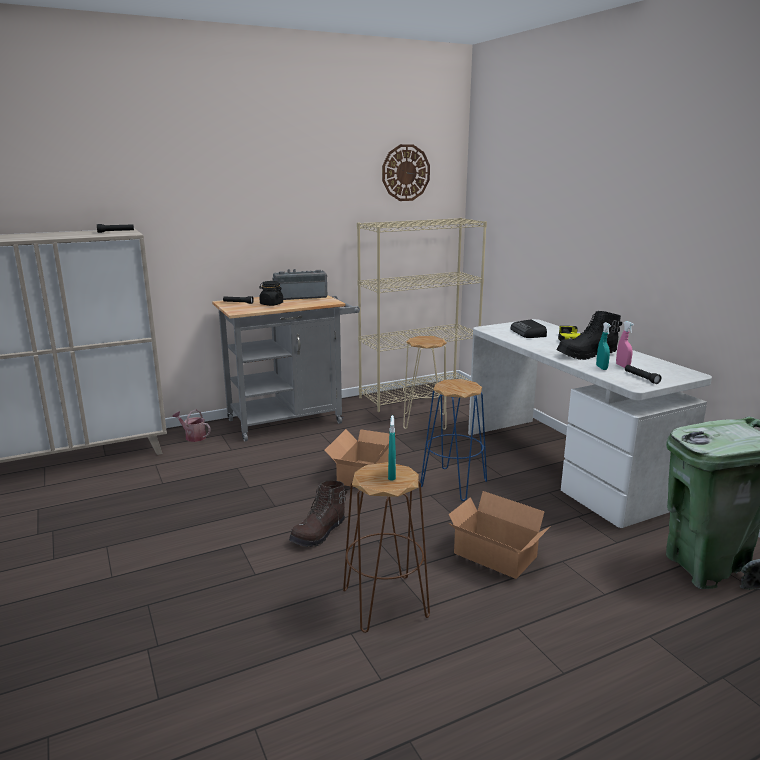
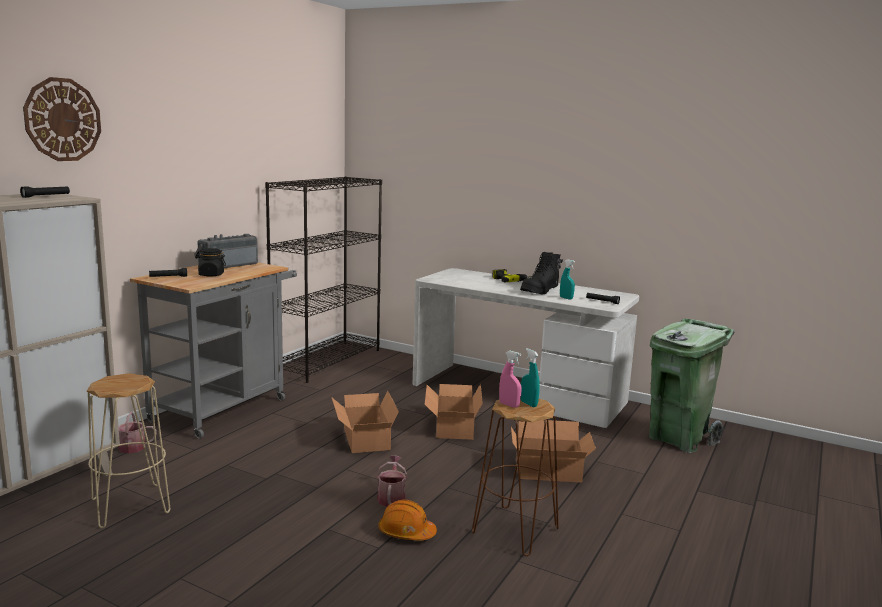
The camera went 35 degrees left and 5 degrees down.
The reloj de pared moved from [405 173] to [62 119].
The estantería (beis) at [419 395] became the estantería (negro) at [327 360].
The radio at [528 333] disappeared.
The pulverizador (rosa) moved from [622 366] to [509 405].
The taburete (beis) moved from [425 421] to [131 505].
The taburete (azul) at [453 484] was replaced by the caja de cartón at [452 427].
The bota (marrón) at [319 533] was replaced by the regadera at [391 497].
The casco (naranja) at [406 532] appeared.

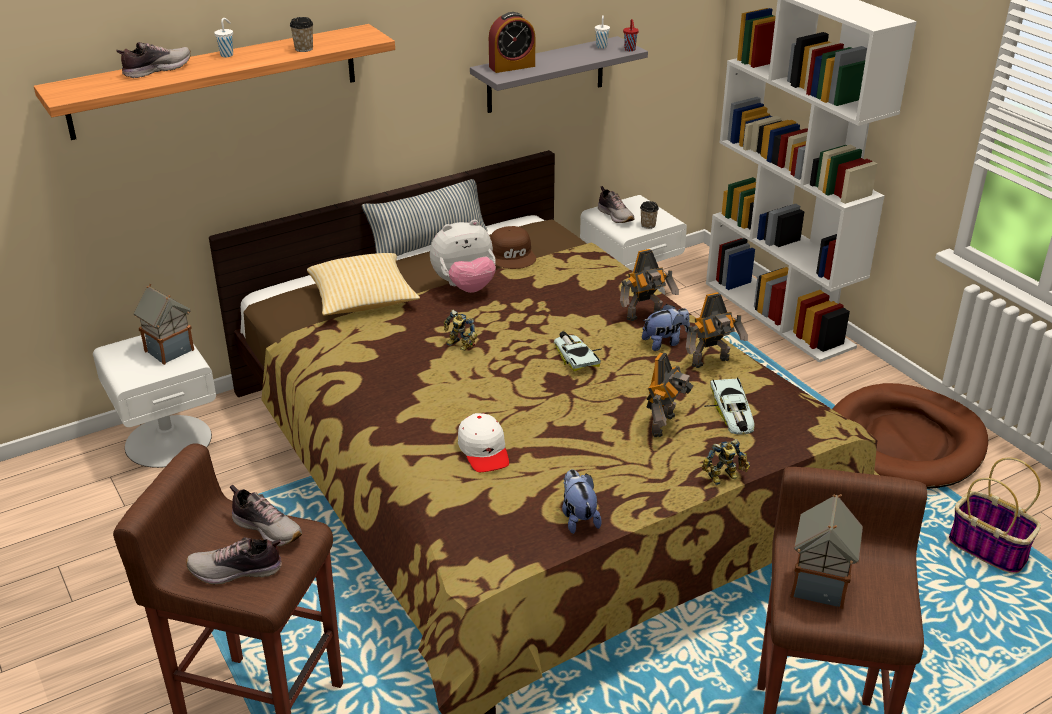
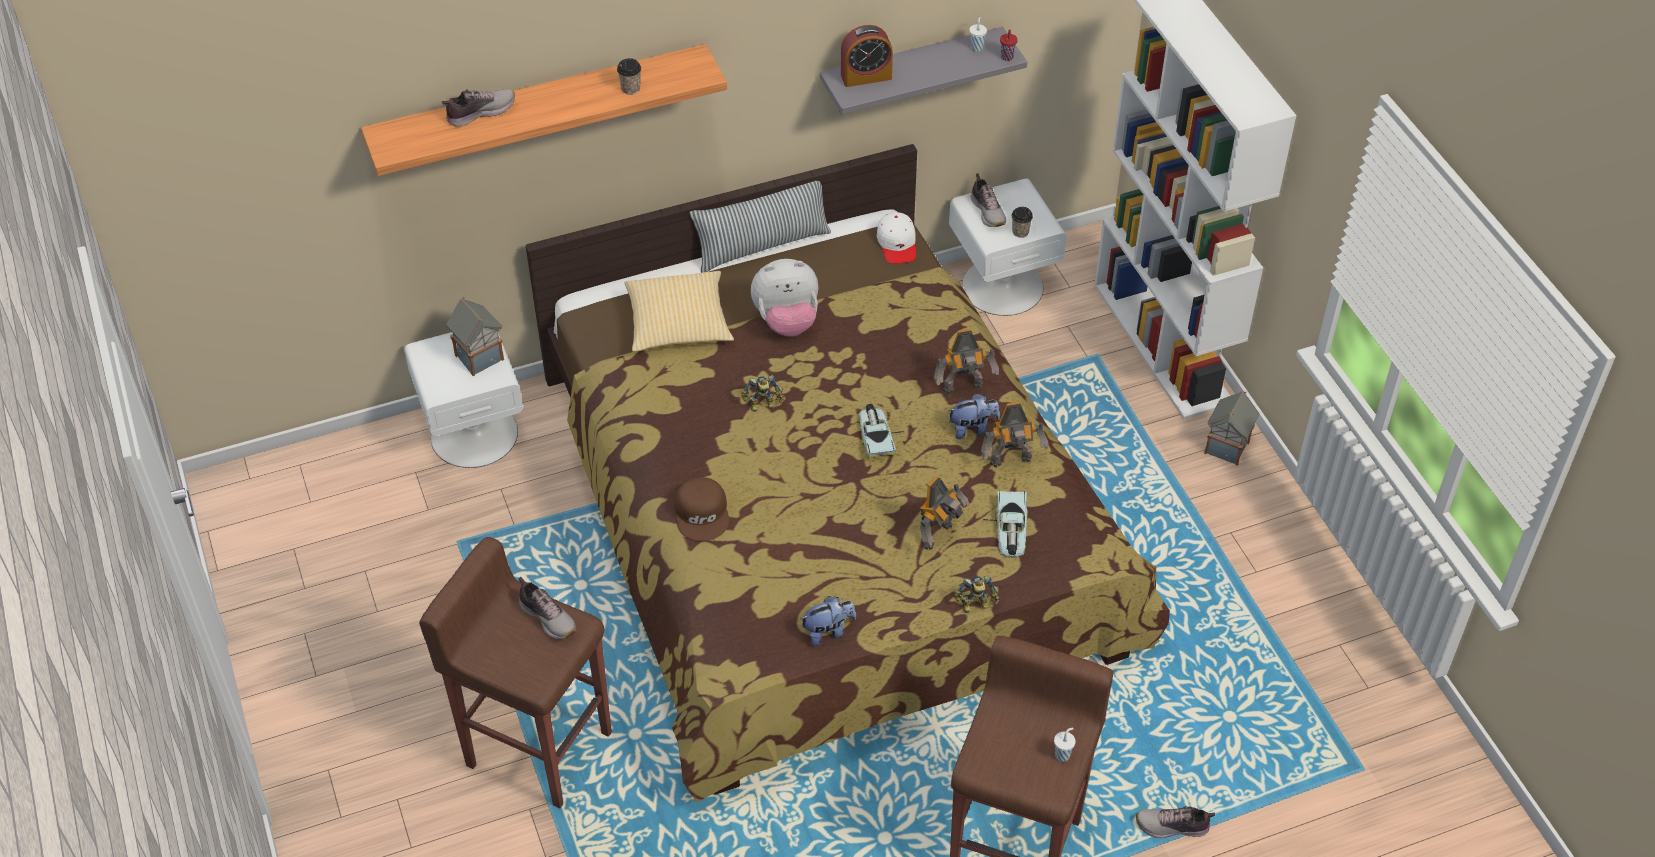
The camera went 10 degrees right and 15 degrees up.
The taza (blanco) moved from [227 55] to [1063 755].
The gorra (marrón) moved from [512 255] to [703 513].
The robot de juguete at [459 346] turned 60 degrees counterclockwise.
The cama para perro (marrón) at [904 442] disappeared.
The gorra (blanco) moved from [484 450] to [897 244].
The cesta at [989 549] disappeared.
The peluche at [578 518] turned 75 degrees clockwise.
The casita moved from [819 587] to [1226 449].
The zapato moved from [236 571] to [1172 827].

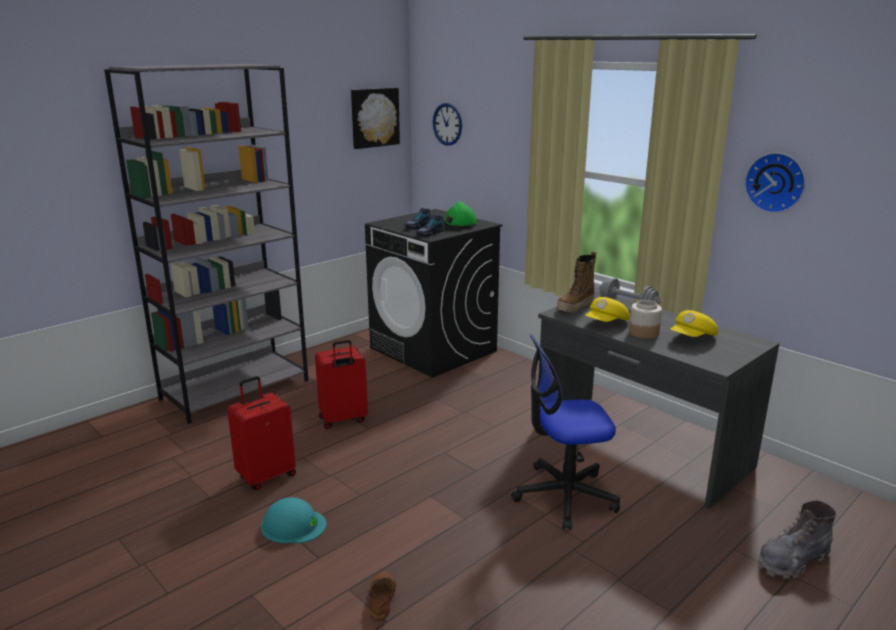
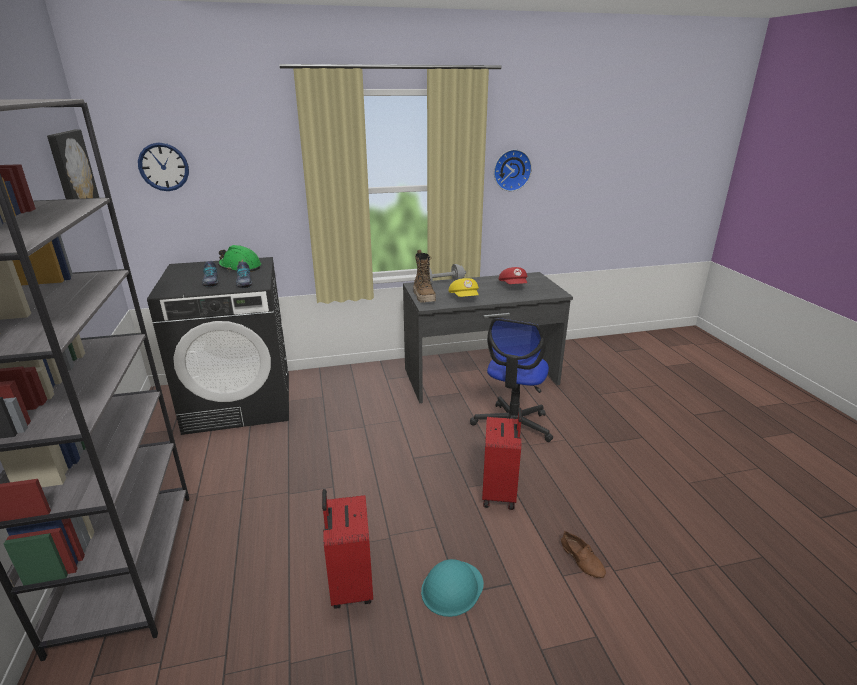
The camera went 60 degrees left and 5 degrees up.
The tarro at [643 333] disappeared.
The gorra (amarillo) at [693 338] became the gorra (rojo) at [513 286].
The maleta (rojo) moved from [343 420] to [500 493].
The bota (gris) at [792 560] disappeared.
The zapato (marrón) at [380 598] turned 150 degrees counterclockwise.

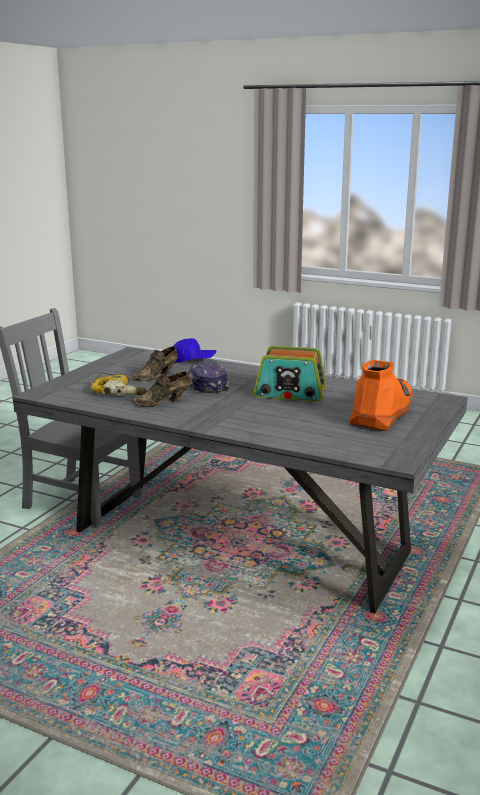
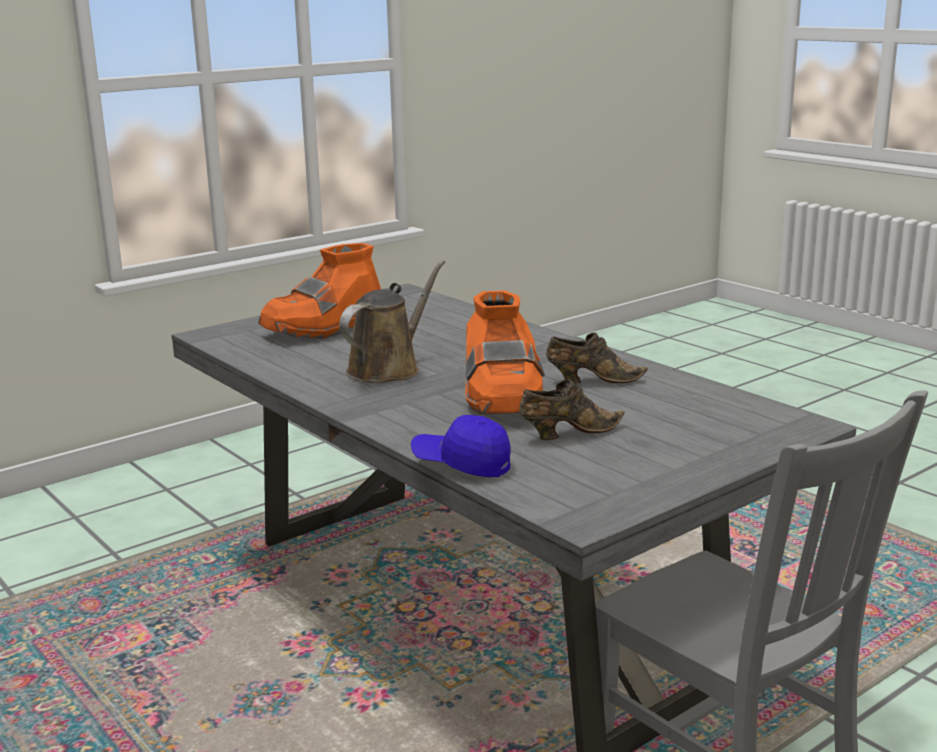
The camera went 155 degrees left and 0 degrees up.
The radio at [290 393] was replaced by the regadera (marrón) at [388 369].
The gorra at [205 386] was replaced by the bota (naranja) at [502 398].
The taladro at [121 391] disappeared.

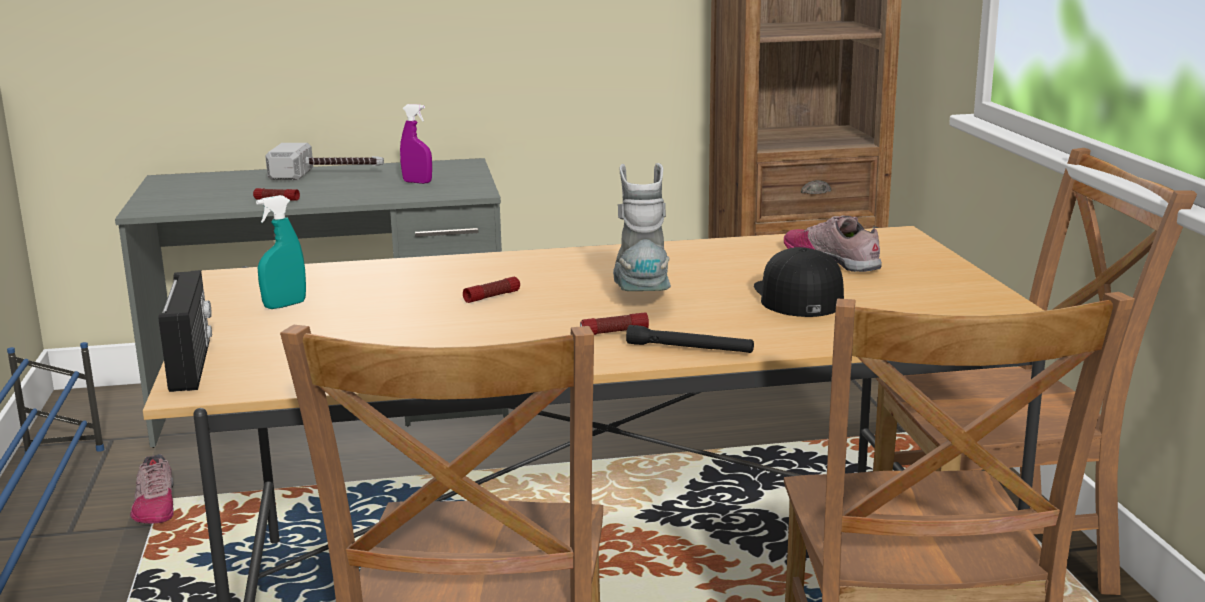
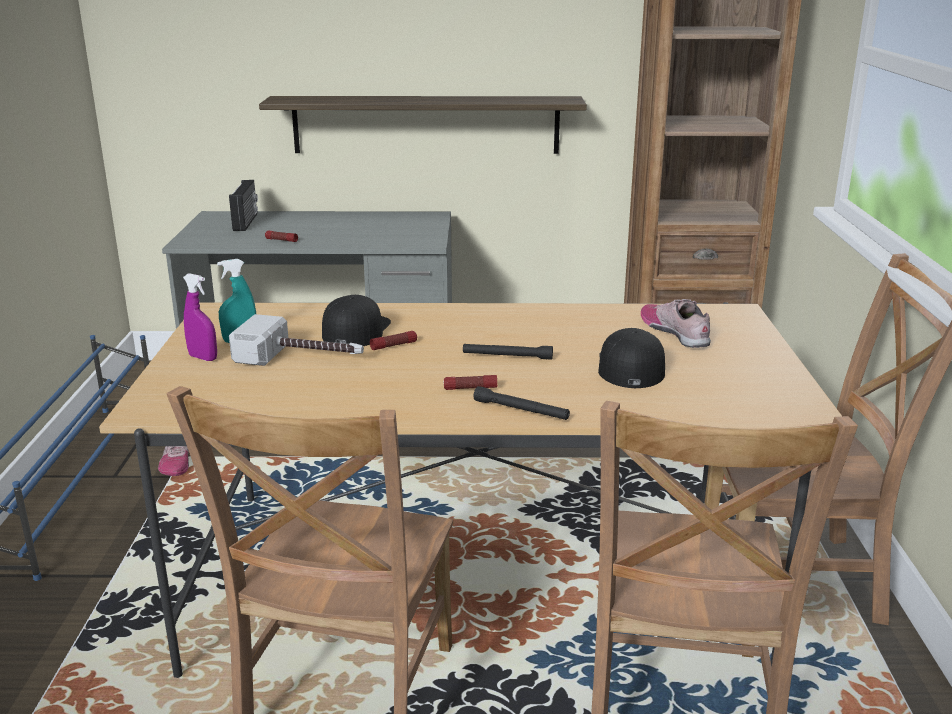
The camera went 10 degrees right and 5 degrees up.
The pulverizador (morado) moved from [417 182] to [203 358].
The martillo moved from [328 175] to [301 358].
The bota (gris) at [642 297] was replaced by the linterna (negro) at [507 356].
The radio moved from [193 364] to [246 222].
The estante at [426 124] appeared.
The gorra (negro) at [356 330] appeared.

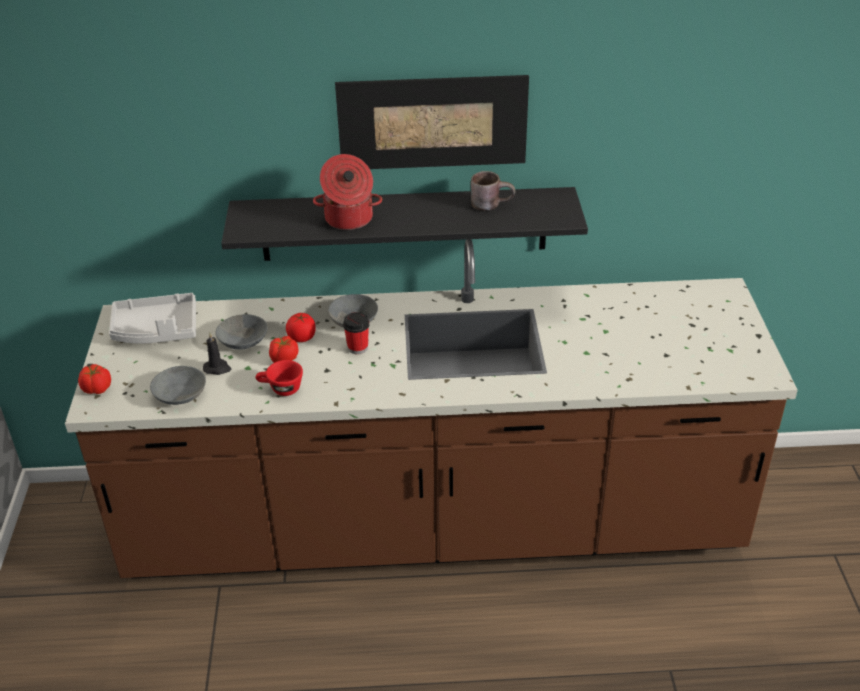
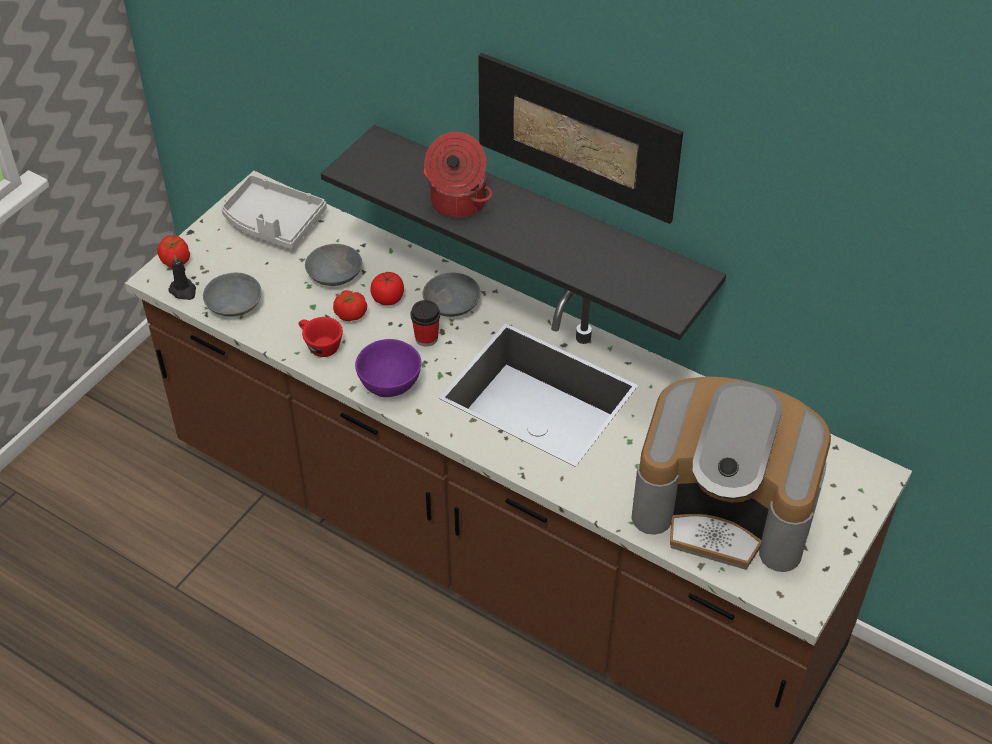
The camera went 35 degrees right and 10 degrees up.
The taza grande (marrón) at [491 204] disappeared.
The vela (negro) moved from [217 368] to [183 291].
The cuenco (morado) at [391 386] appeared.
The cafetera at [725 508] appeared.

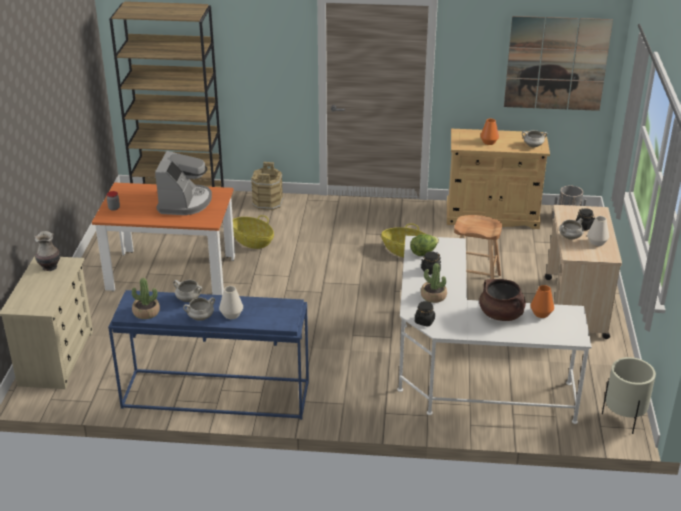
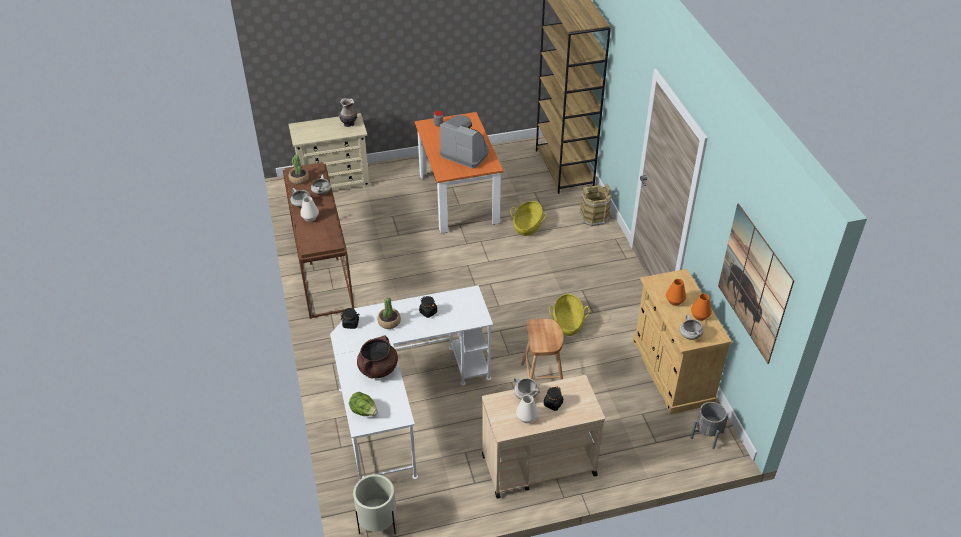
The camera went 70 degrees right and 10 degrees up.
The cafetera at [184 202] turned 135 degrees counterclockwise.
The lechuga moved from [424 252] to [364 411].
The florero (naranja) moved from [541 313] to [700 316].
The mesa consola (azul) at [214 395] became the mesa consola (marrón) at [321 267].

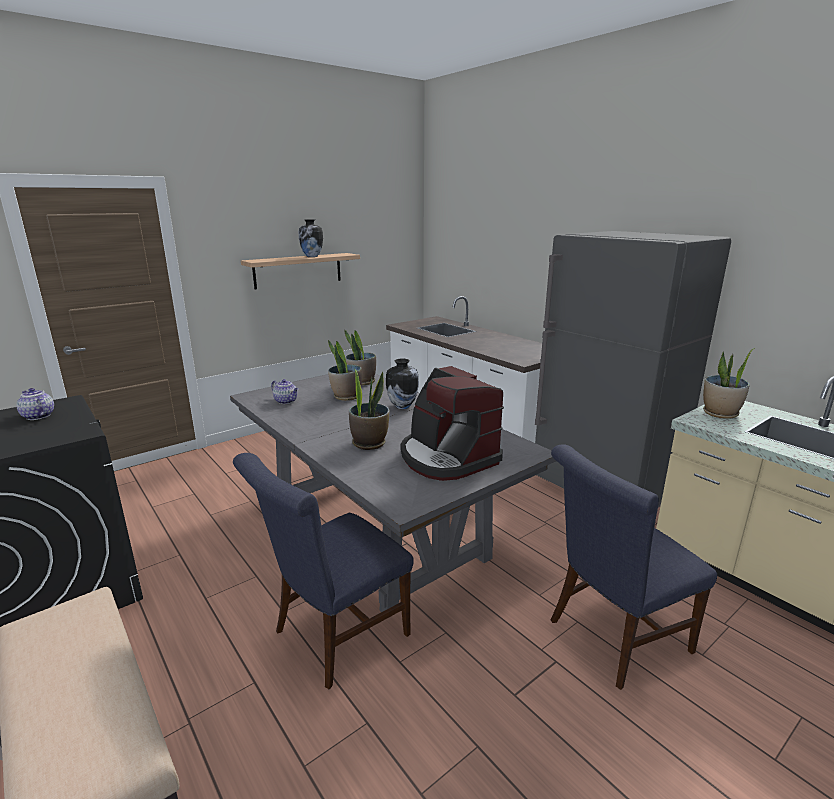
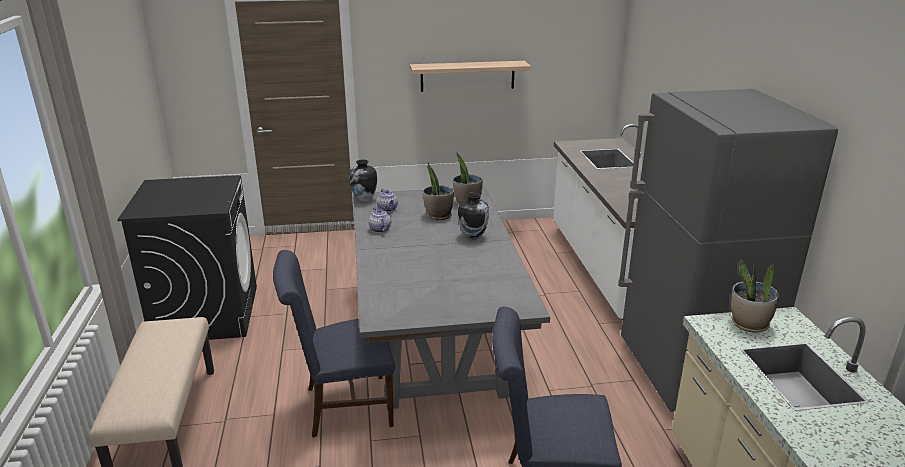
The camera went 30 degrees right and 5 degrees up.
The florero moved from [312 256] to [364 200].
The cafetera at [447 457] disappeared.
The planta en maceta at [369 443] disappeared.
The tetera moved from [38 416] to [380 229].

